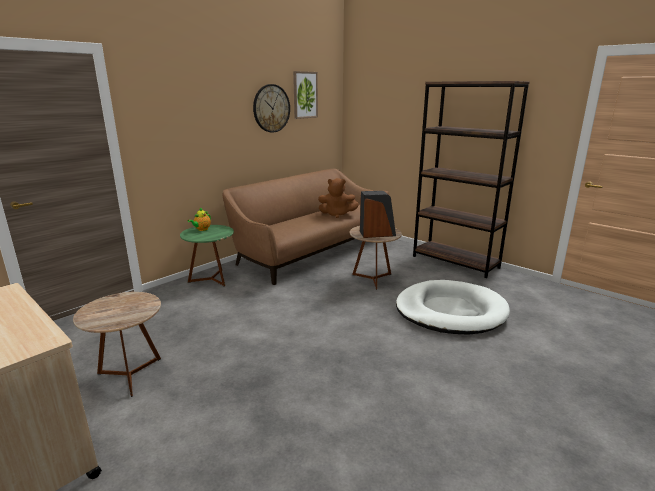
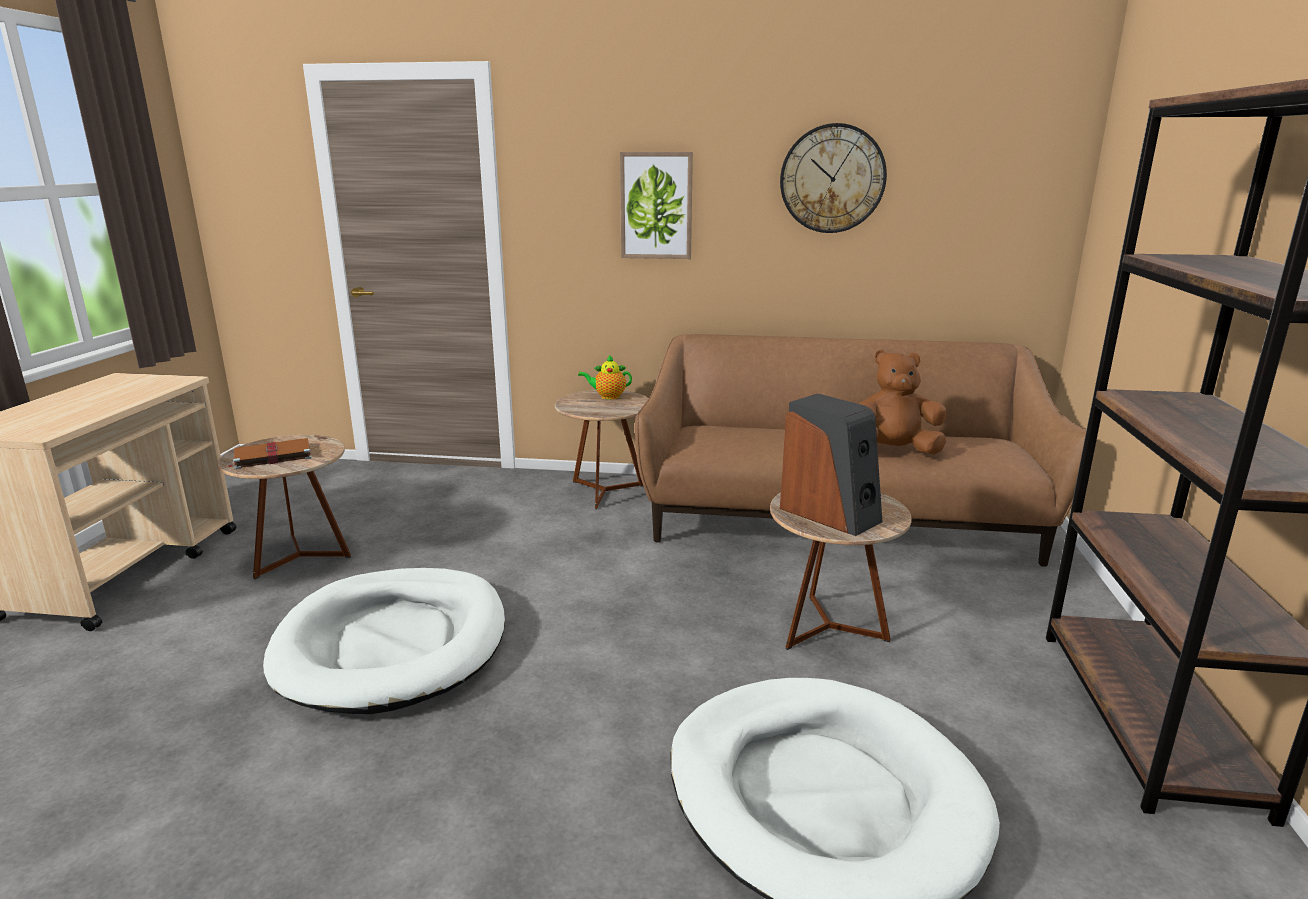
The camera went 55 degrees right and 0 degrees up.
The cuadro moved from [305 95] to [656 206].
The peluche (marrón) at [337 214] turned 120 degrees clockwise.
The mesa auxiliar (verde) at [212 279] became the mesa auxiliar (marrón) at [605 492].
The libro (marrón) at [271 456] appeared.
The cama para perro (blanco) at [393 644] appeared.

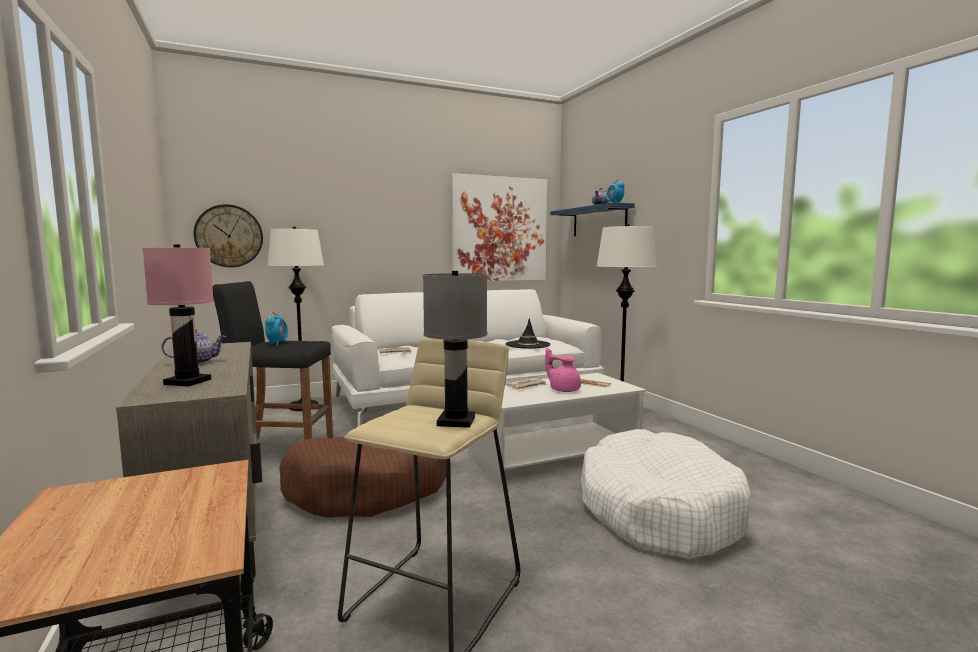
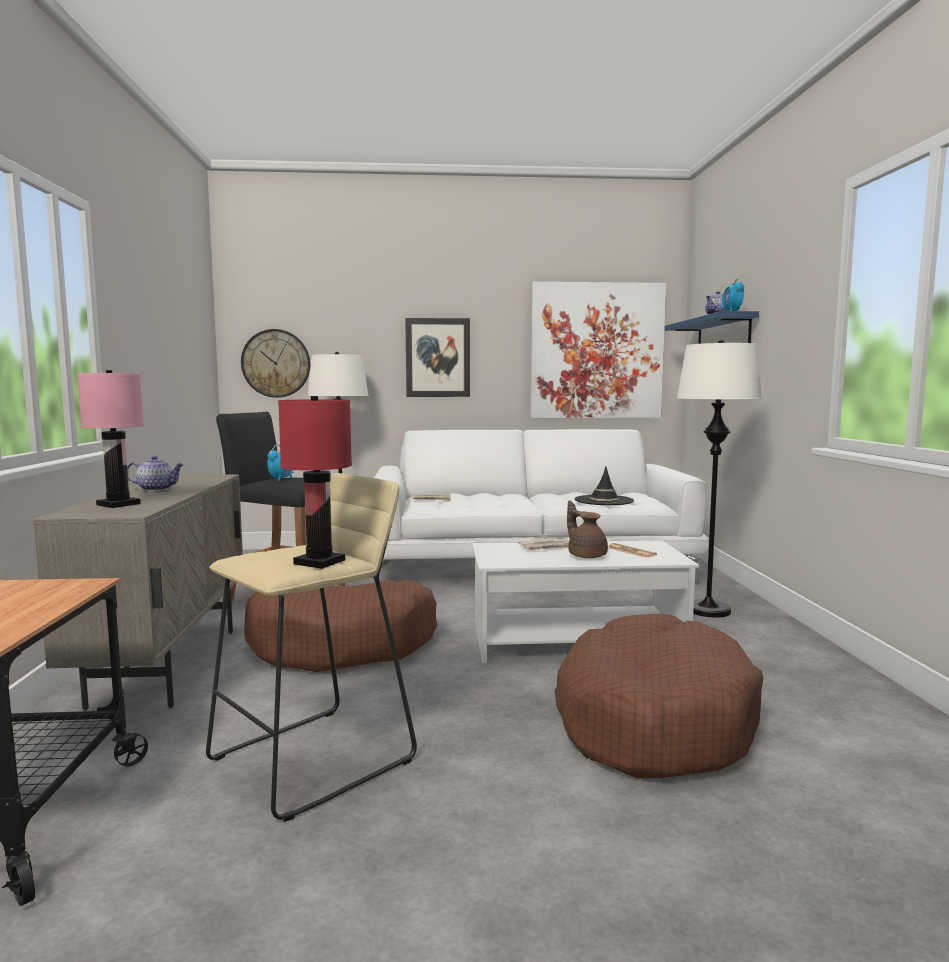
The camera went 20 degrees right and 0 degrees up.
The lámpara de mesa (gris) at [457 421] became the lámpara de mesa (rojo) at [320 562].
The tetera (rosa) at [563 390] became the tetera (marrón) at [586 555].
The cama para perro (blanco) at [657 510] became the cama para perro (marrón) at [652 719].
The cuadro at [438 357] appeared.

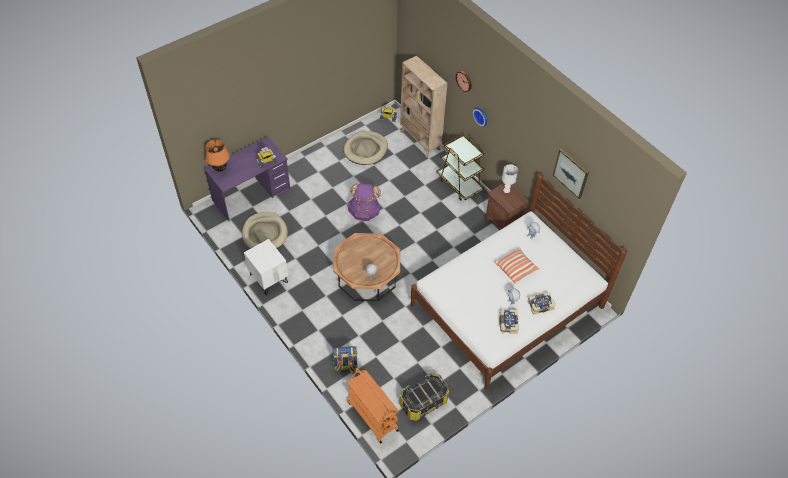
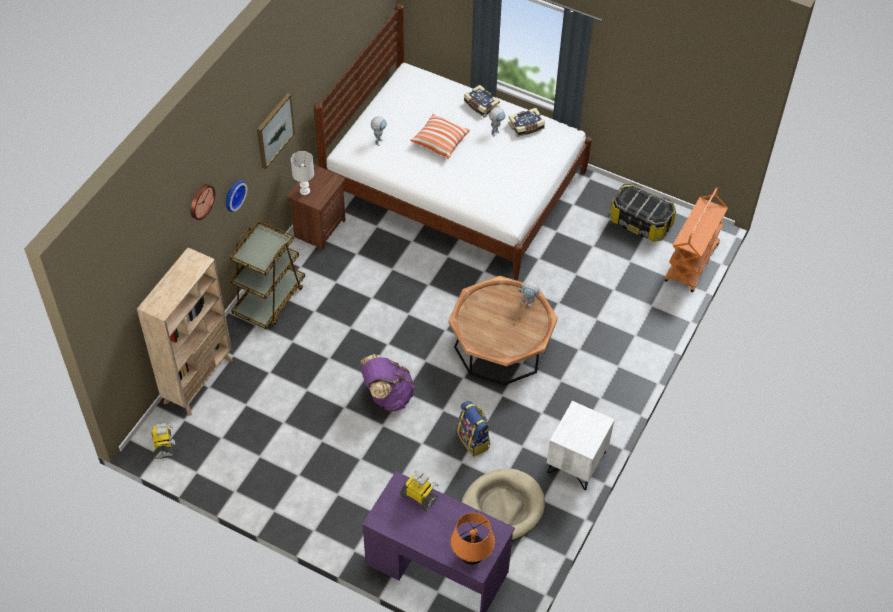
The camera went 115 degrees left and 0 degrees up.
The cama para perro (beis) at [365 149] disappeared.
The cuadro moved from [571 173] to [274 130].
The mochila moved from [345 366] to [474 440].

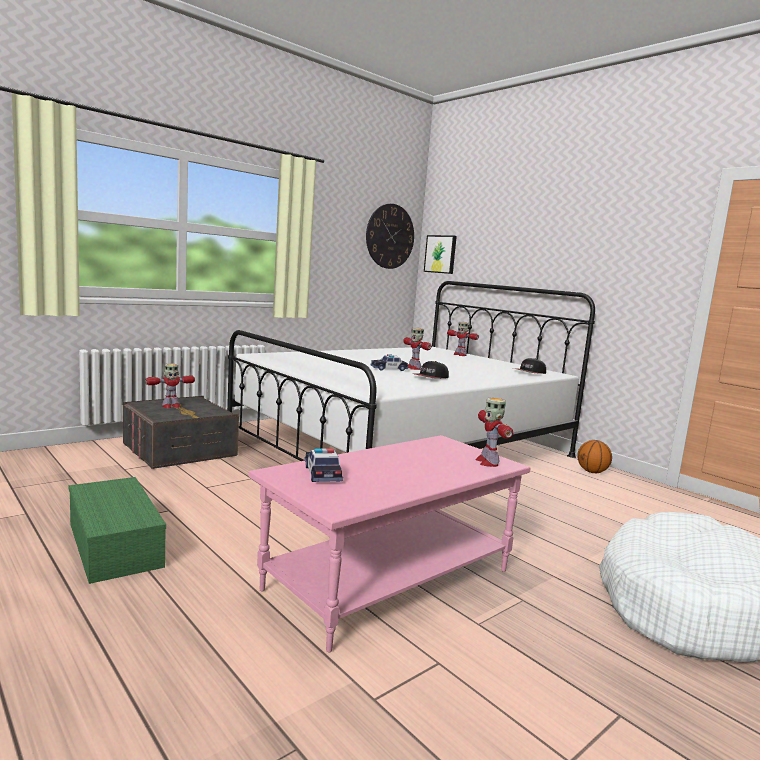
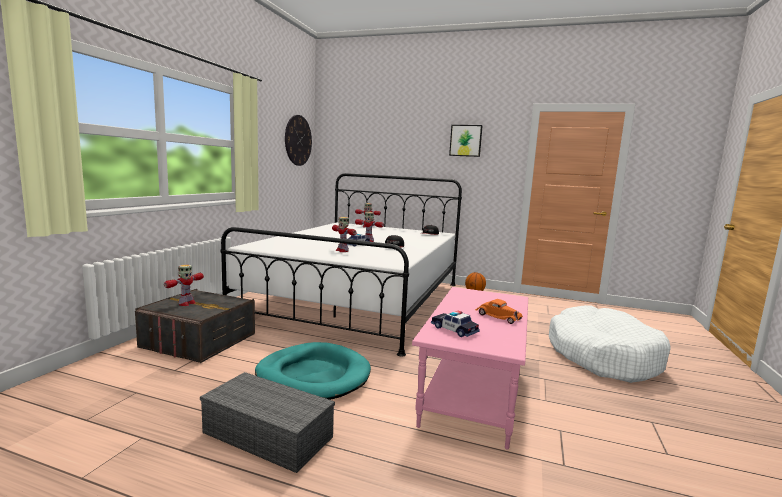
The camera went 30 degrees left and 0 degrees up.
The cuadro moved from [441 254] to [465 140].
The robot de juguete moved from [487 462] to [342 250].
The caja de almacenaje (verde) at [116 545] became the caja de almacenaje (gris) at [270 434].
The coche de juguete (naranja) at [497 316] appeared.
The cama para perro (turquesa) at [313 376] appeared.

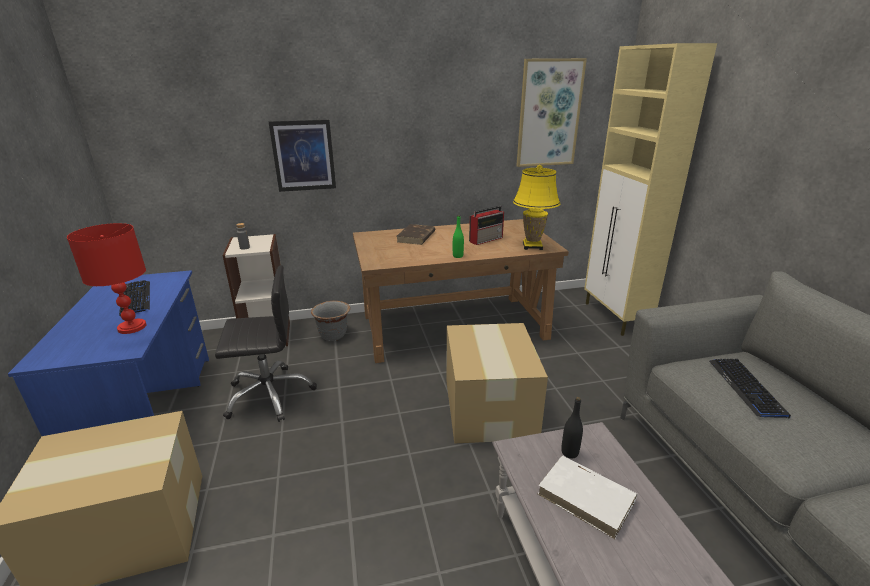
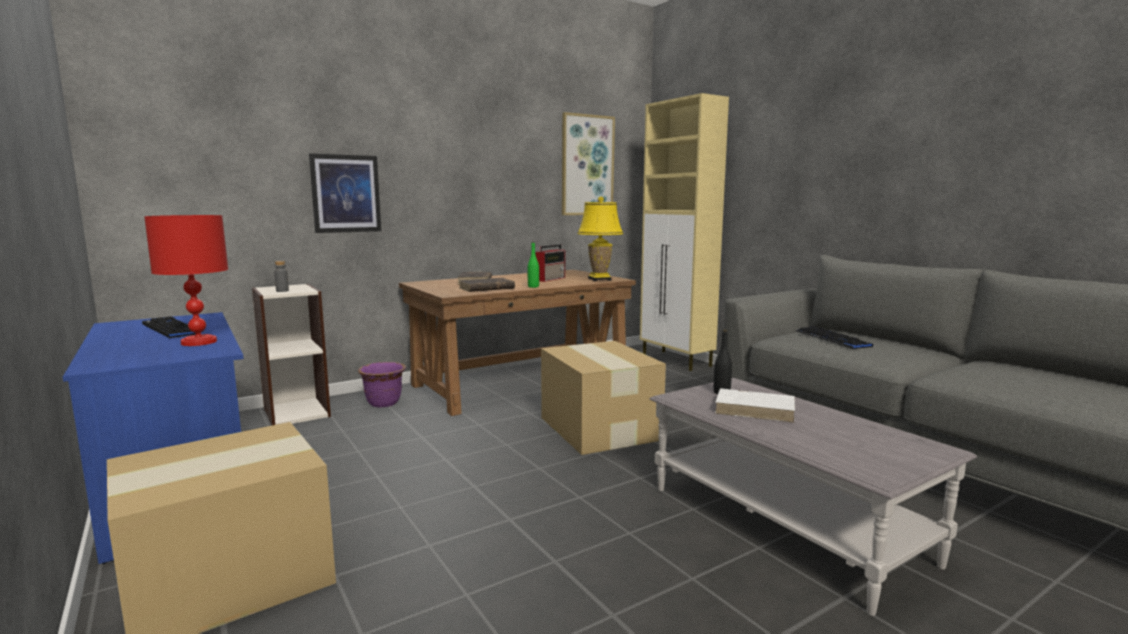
The camera went 20 degrees left and 15 degrees down.
The silla de oficina (negro) at [269 394] disappeared.
The maceta (gris) at [333 335] became the maceta (morado) at [384 403].
The libro (marrón) at [486 288] appeared.

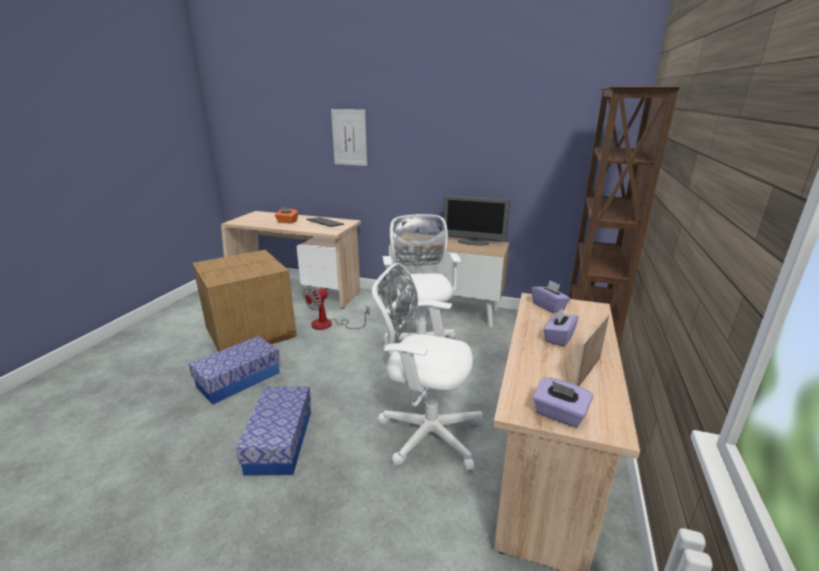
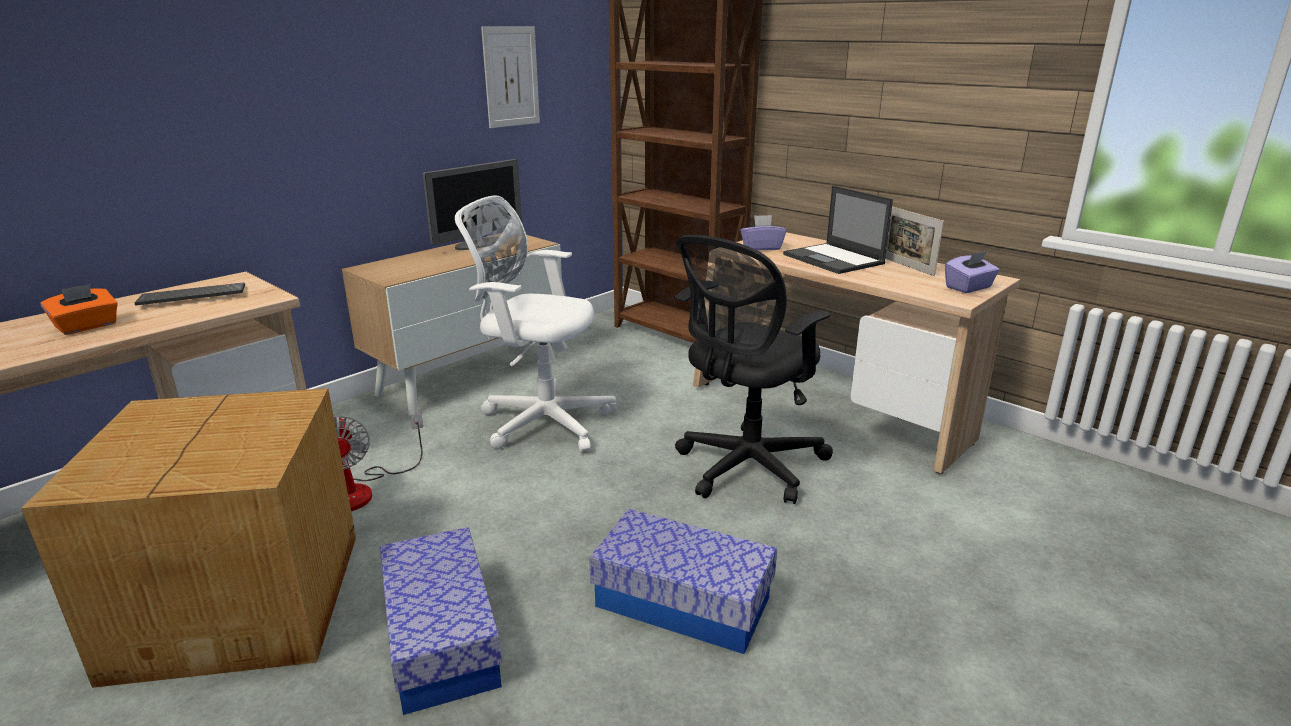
The camera went 65 degrees left and 0 degrees up.
The cuadro moved from [349 137] to [511 77].
The silla de oficina (blanco) at [425 432] became the silla de oficina (negro) at [745 468].
The caja de pañuelos (morado) at [558 338] was replaced by the portátil at [834 259].

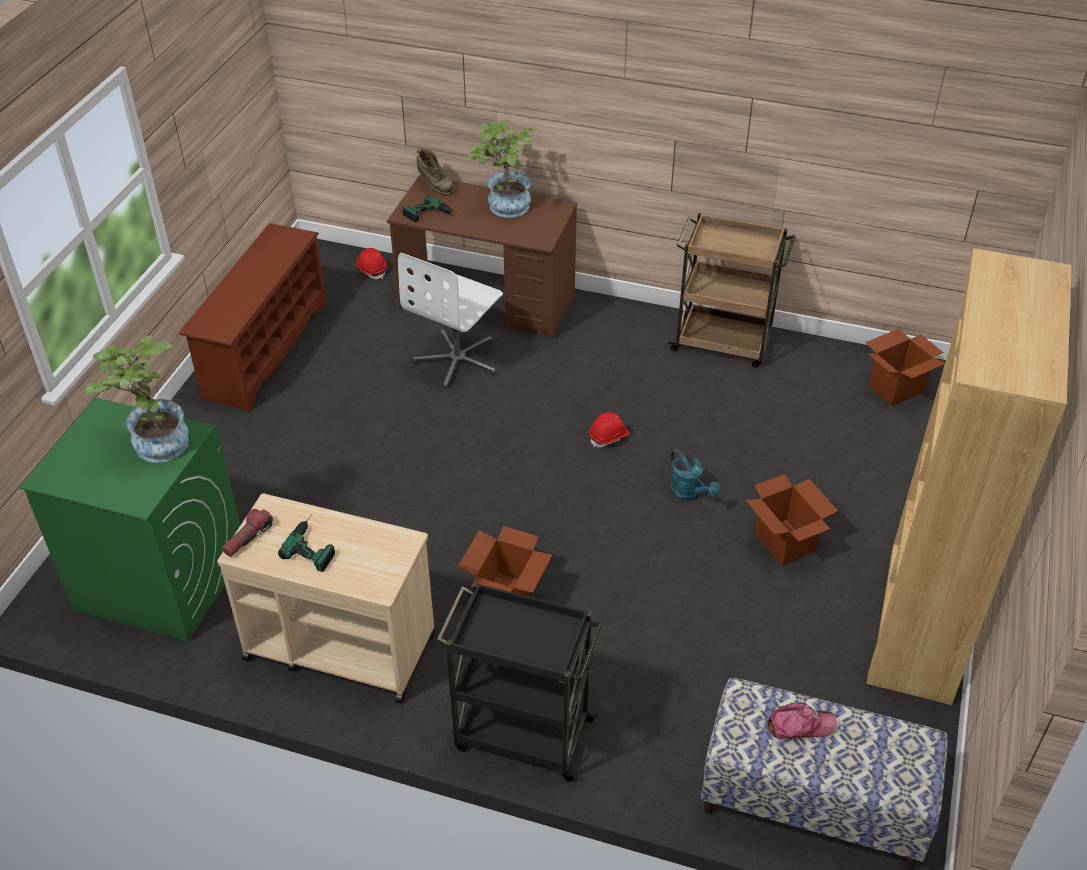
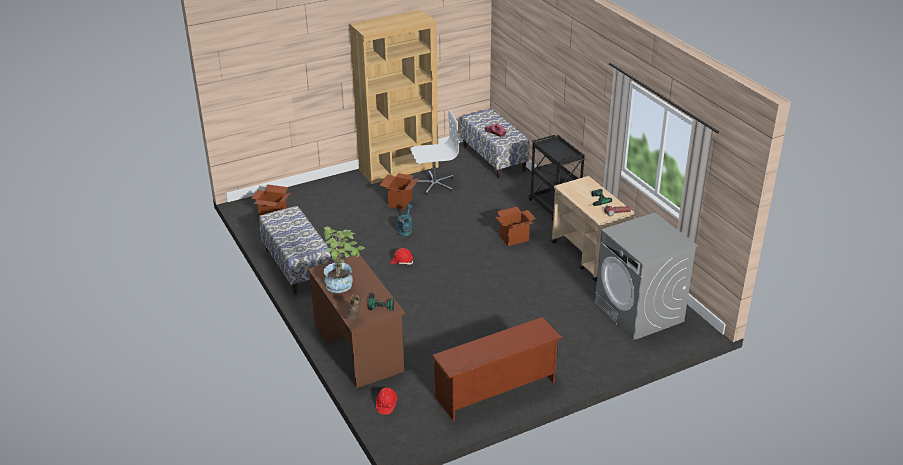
The camera went 135 degrees left and 10 degrees down.
The carrito (marrón) at [723 342] was replaced by the banco at [296 266].
The silla de oficina (blanco) moved from [458 360] to [434 184].
The planta en maceta at [154 443] disappeared.
The lavadora (verde) at [160 579] became the lavadora (gris) at [639 313].

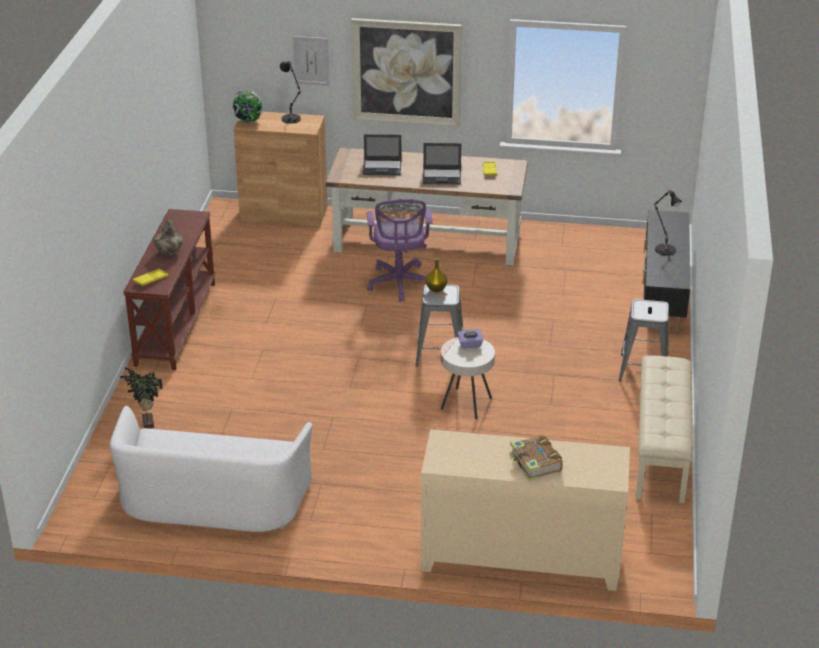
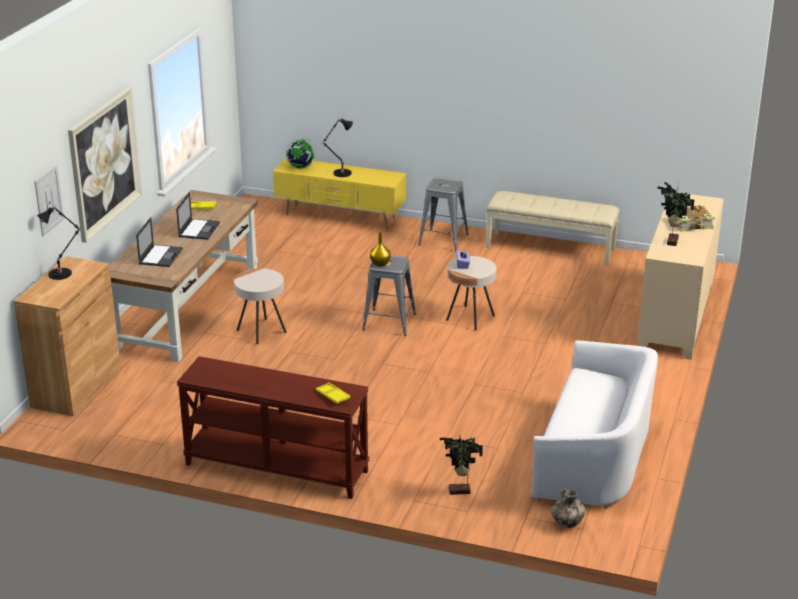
The camera went 80 degrees left and 5 degrees down.
The globo terráqueo moved from [248 121] to [300 167].
The silla de oficina (morado) at [399 284] was replaced by the mesa auxiliar (beis) at [261 331].
The mueble de televisión (negro) at [662 297] became the mueble de televisión (amarillo) at [340 218].
The florero moved from [169 252] to [567 523].
The planta en maceta at [671 241] appeared.

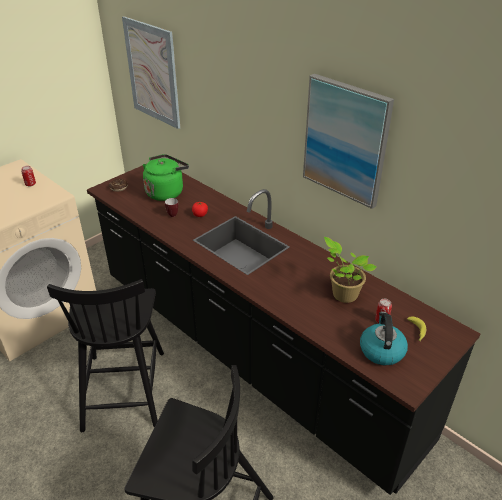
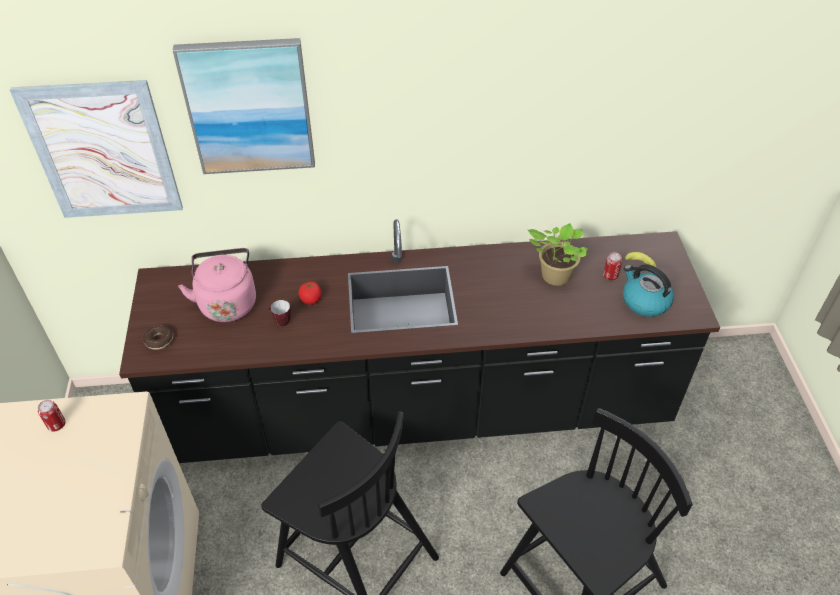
The camera went 50 degrees left and 10 degrees up.
The cuadro moved from [346 140] to [249 107].
The hervidor (verde) at [166 192] became the hervidor (rosa) at [227 302].

